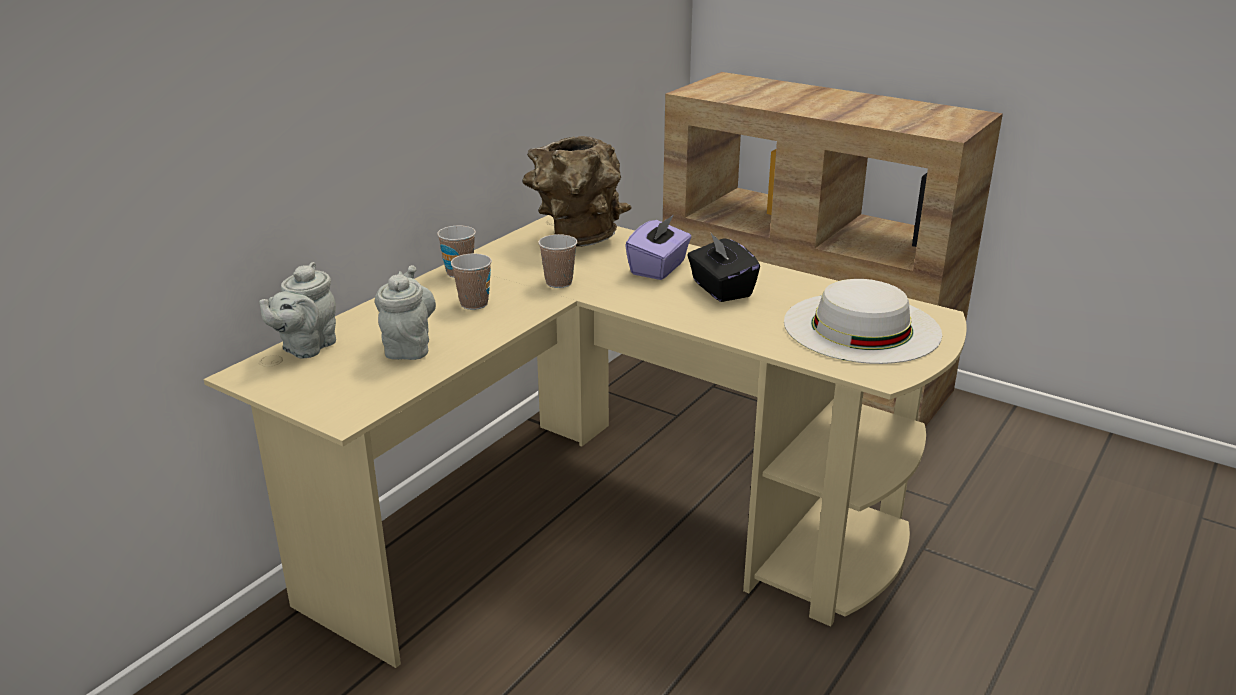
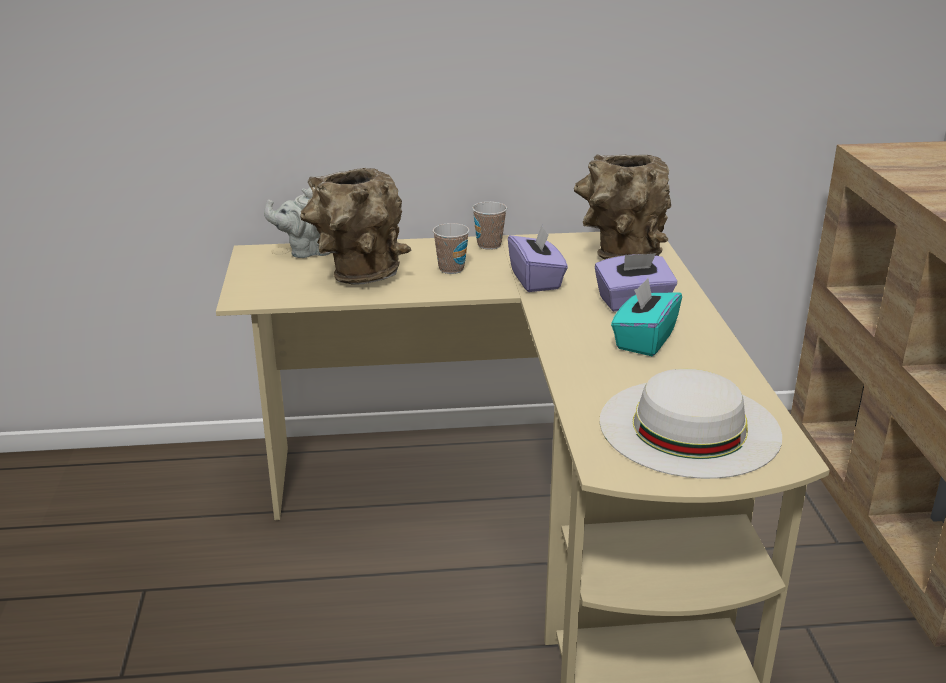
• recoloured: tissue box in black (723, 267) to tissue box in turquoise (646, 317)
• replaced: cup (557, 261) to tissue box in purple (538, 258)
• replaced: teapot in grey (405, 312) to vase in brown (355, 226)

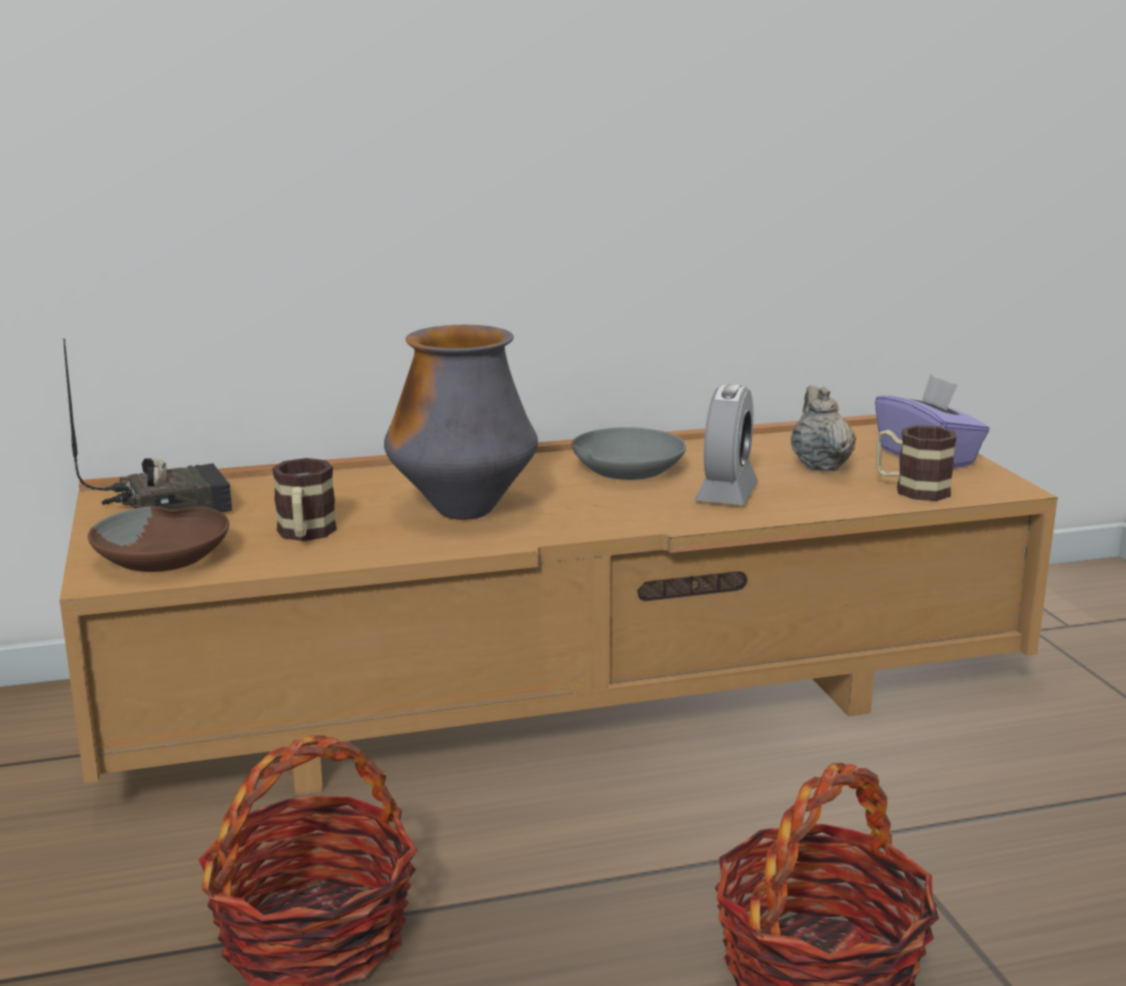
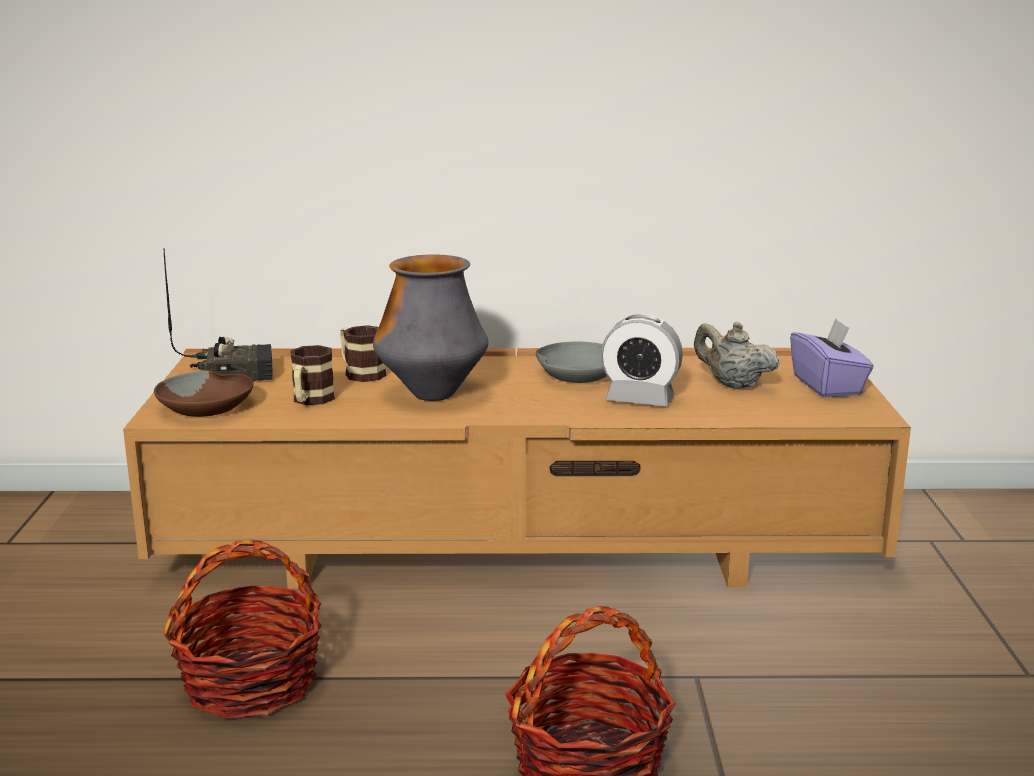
• turned: alarm clock (726, 444) = (642, 360) 75 degrees clockwise
• turned: teapot in beige (824, 428) = (737, 355) 60 degrees counterclockwise
• moved: mug (916, 463) to (363, 353)

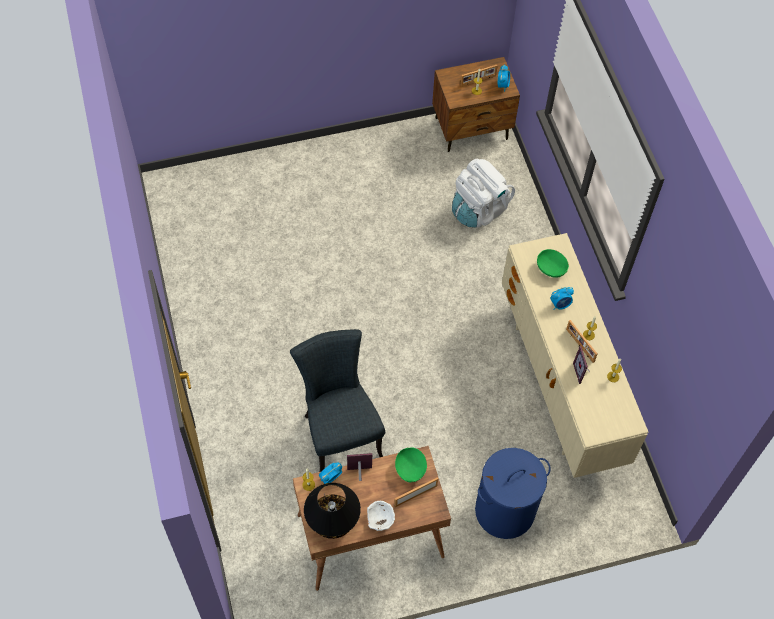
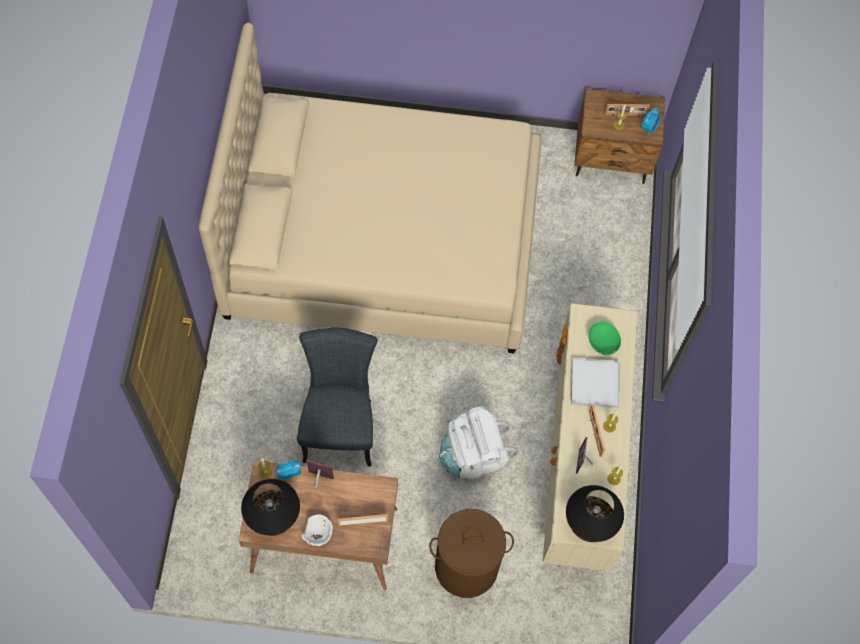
• moved: backpack in white (483, 193) to (478, 443)
• replaced: alarm clock (562, 298) to tray in white (595, 383)
• removed: bowl in green (411, 464)
• recoloured: laundry basket in blue (513, 493) to laundry basket in brown (471, 553)
• added: bed in beige (370, 188)
• added: table lamp in black (595, 513)

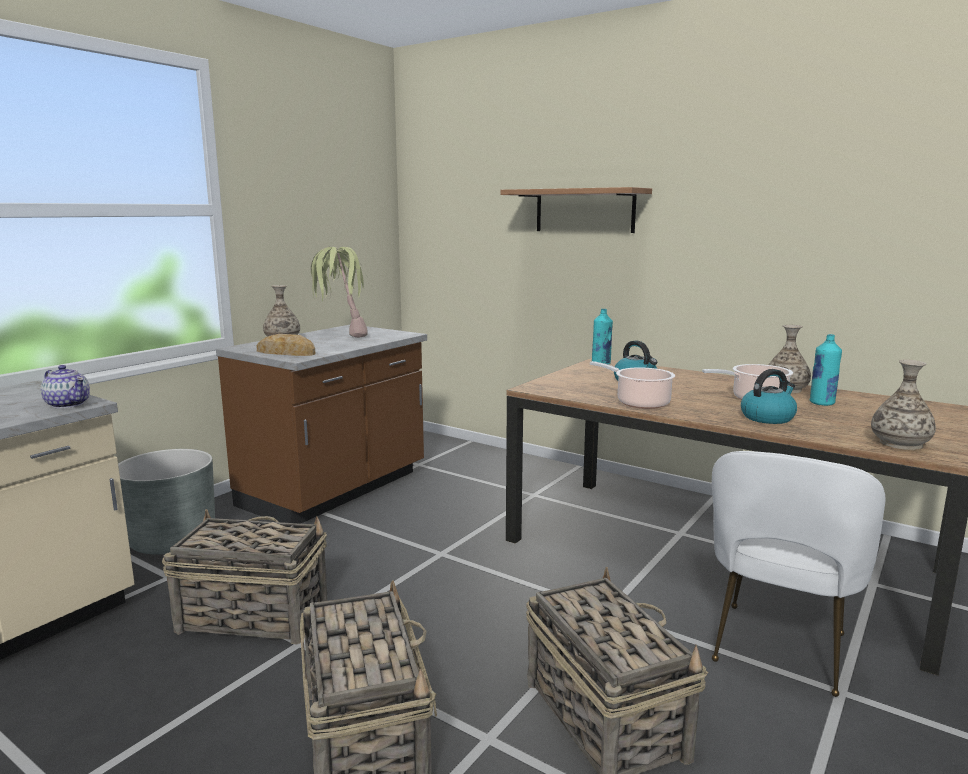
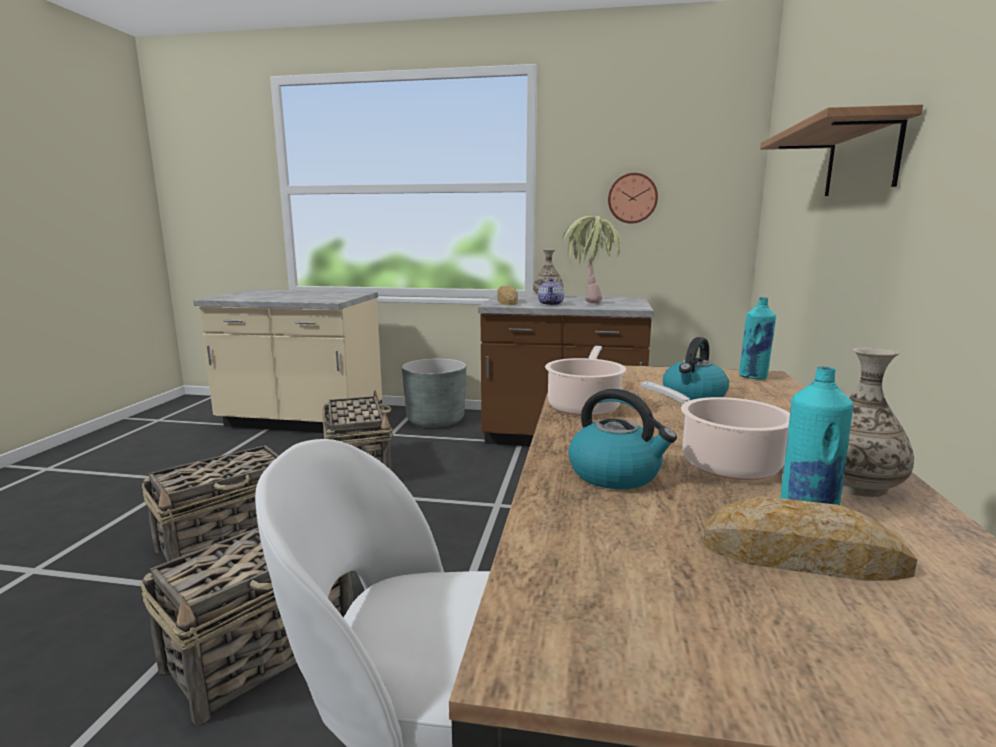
• removed: vase (903, 404)
• moved: teapot (65, 387) to (551, 292)
• added: wall clock (633, 198)
• added: bread (810, 538)

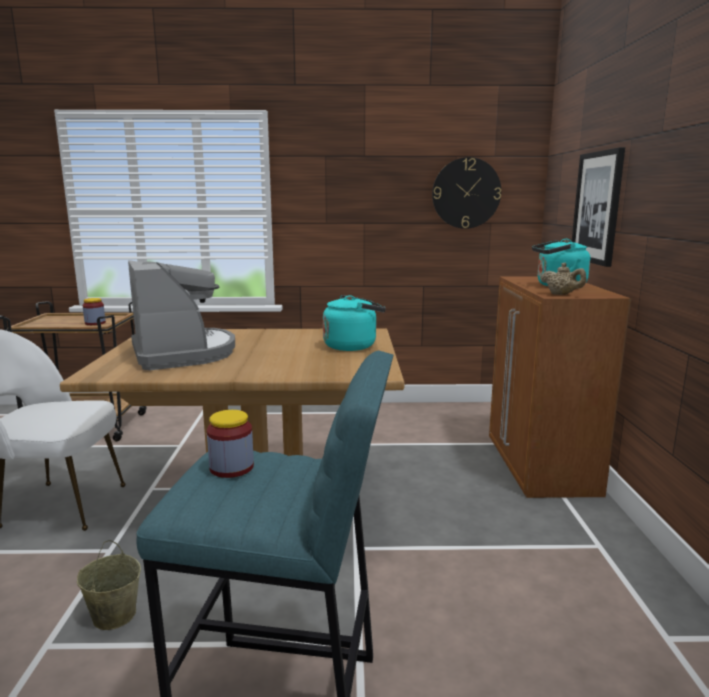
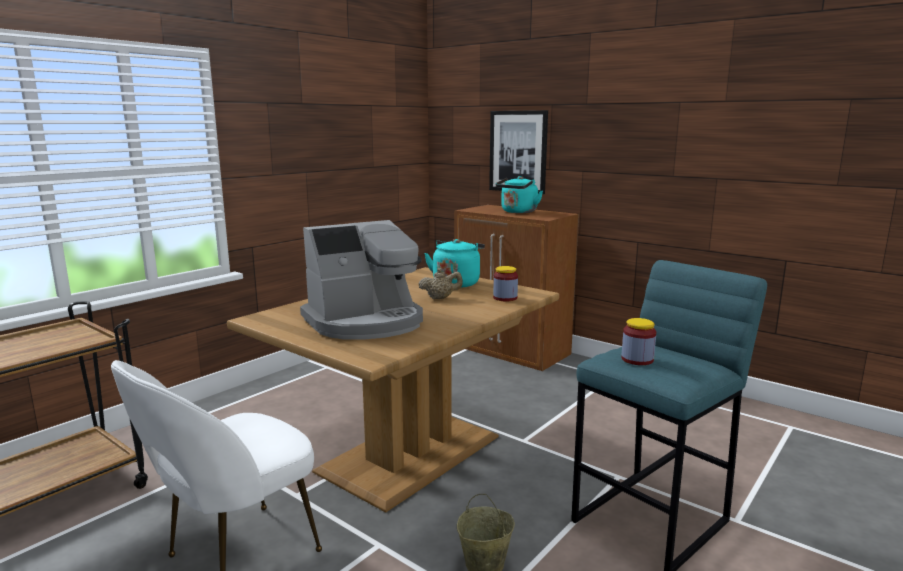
• removed: wall clock (466, 193)
• turned: coffee machine (181, 315) = (361, 280) 135 degrees clockwise
• moved: teapot in beige (564, 279) to (441, 283)
• moved: jar (94, 311) to (505, 283)

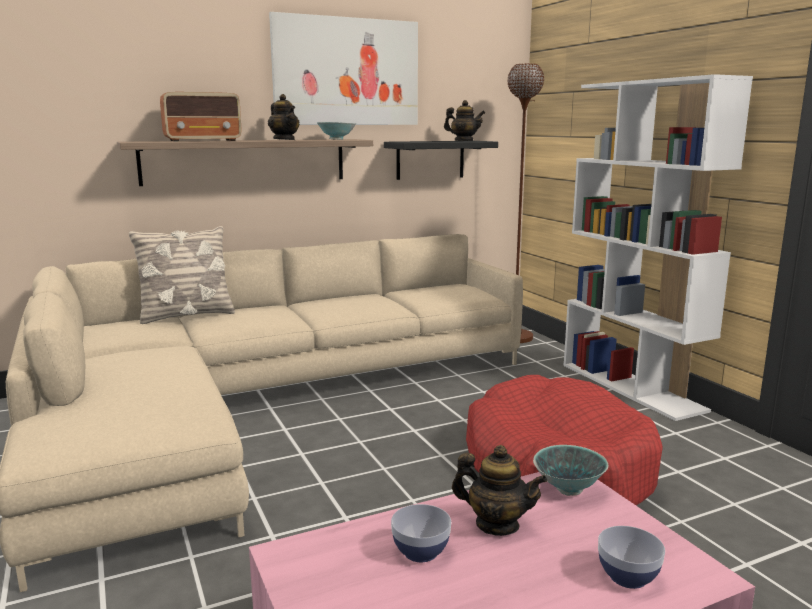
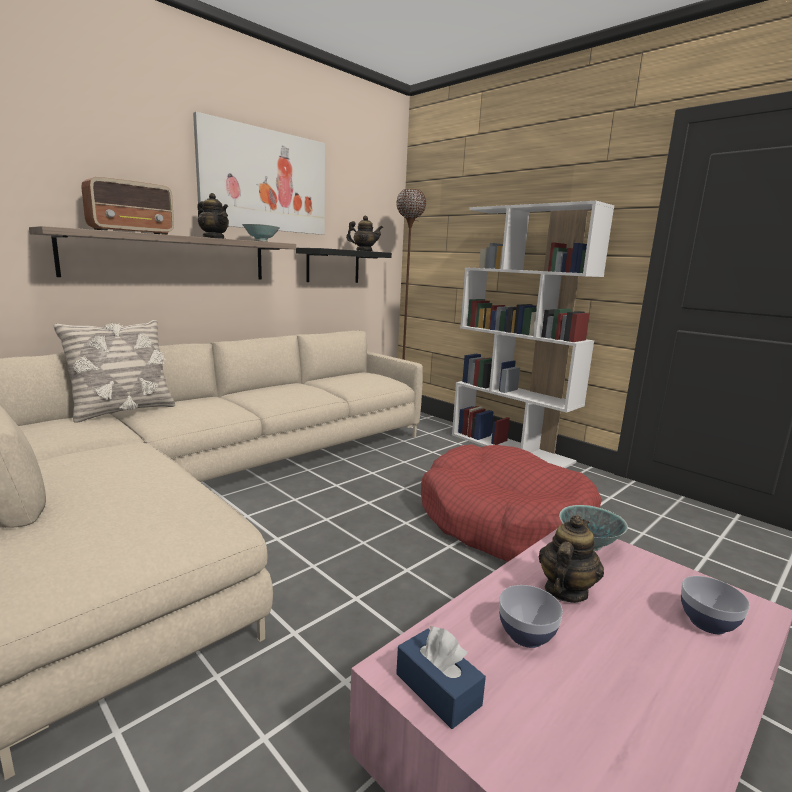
• turned: teapot (499, 490) = (571, 559) 60 degrees counterclockwise
• added: tissue box in blue (441, 677)

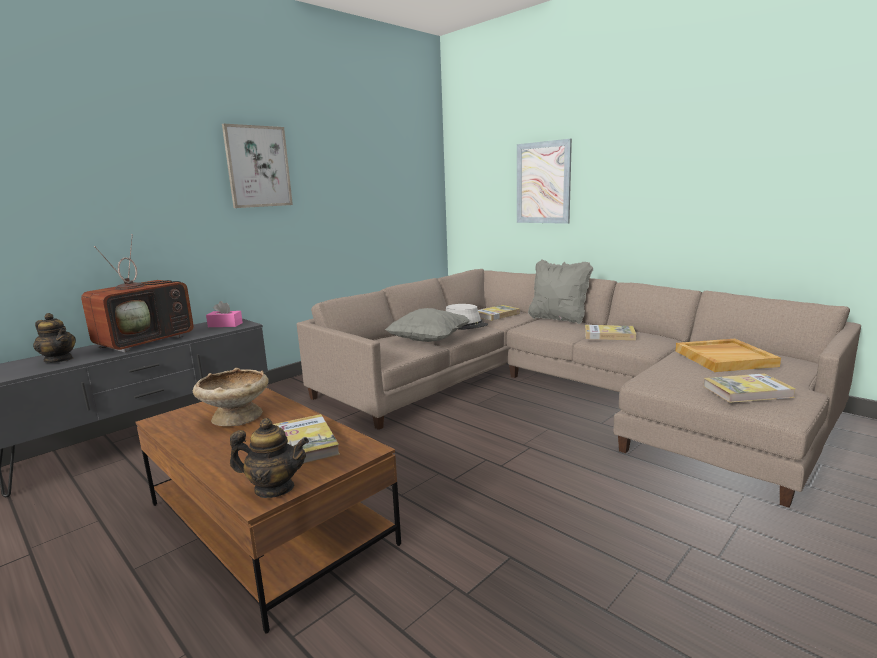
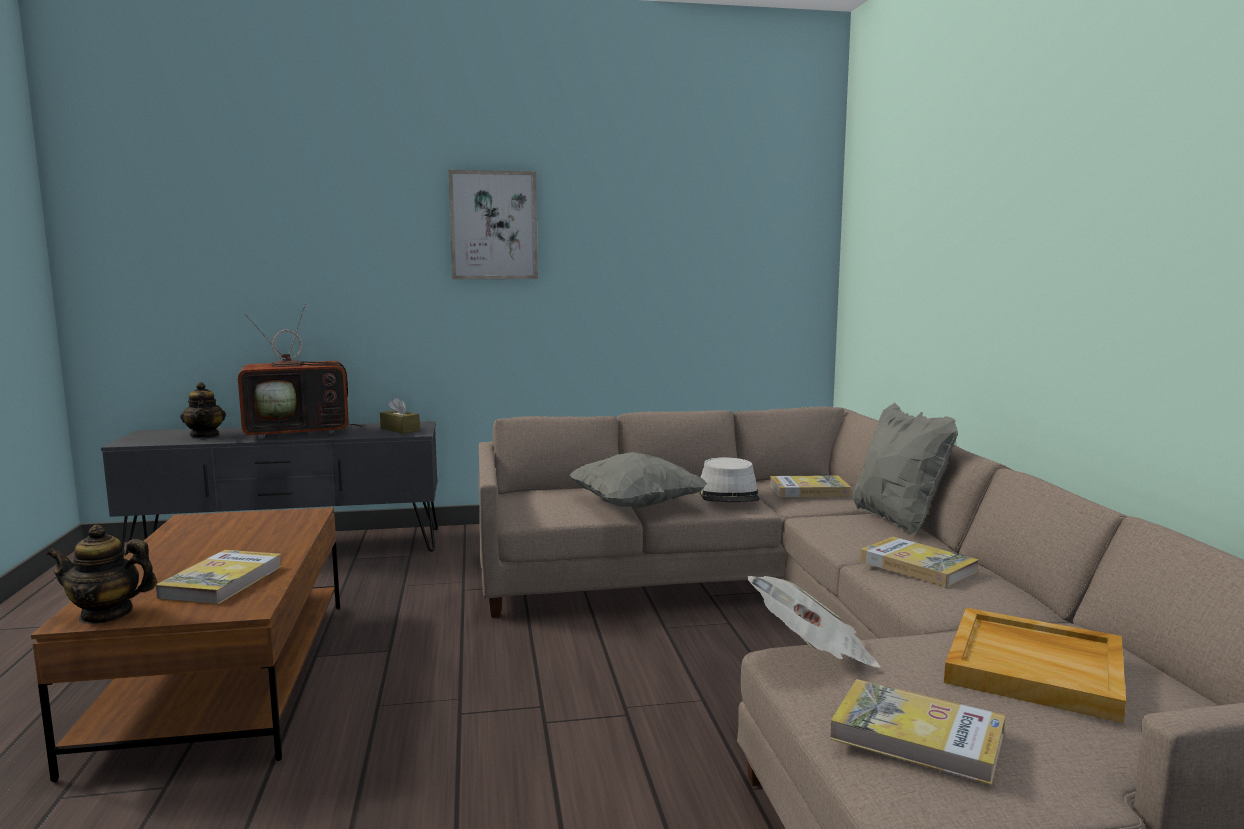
• removed: picture (544, 181)
• recoloured: tissue box in pink (224, 314) to tissue box in brown (400, 415)
• removed: bowl in beige (231, 397)
• turned: teapot (269, 458) = (102, 574) 135 degrees clockwise
• added: newspaper (814, 622)

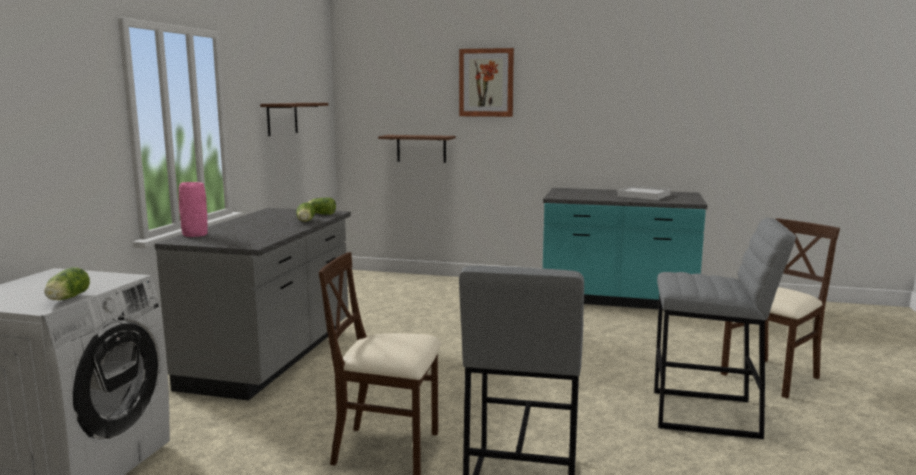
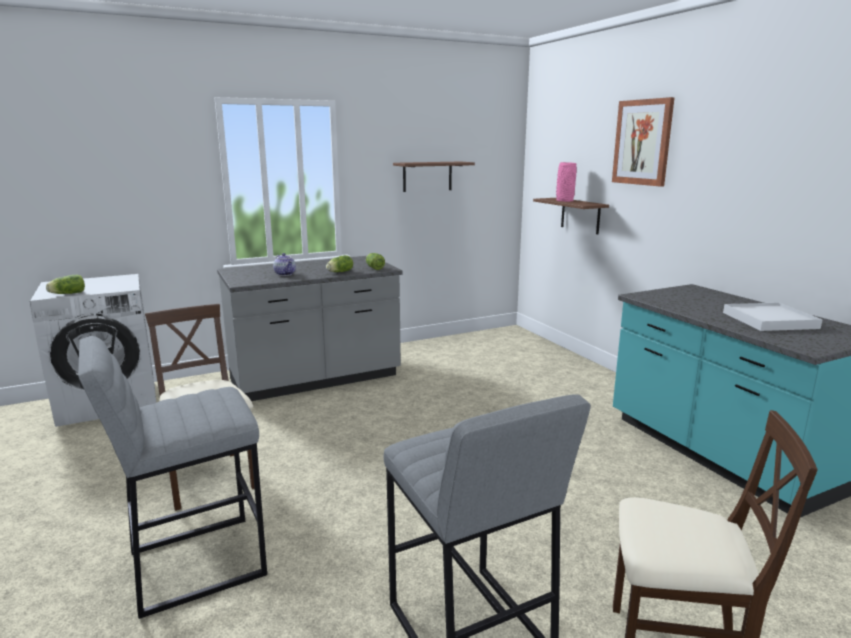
• moved: vase in pink (193, 209) to (566, 182)
• added: teapot (284, 264)

